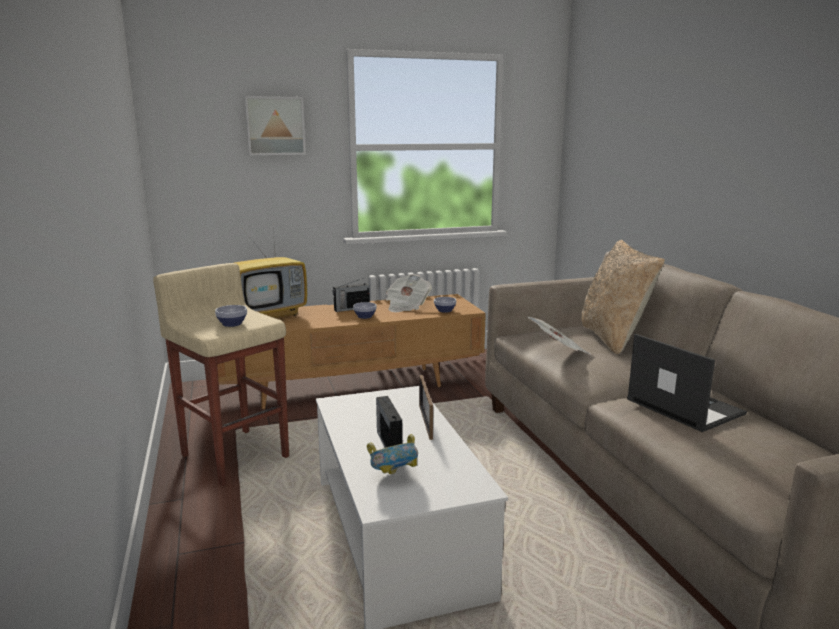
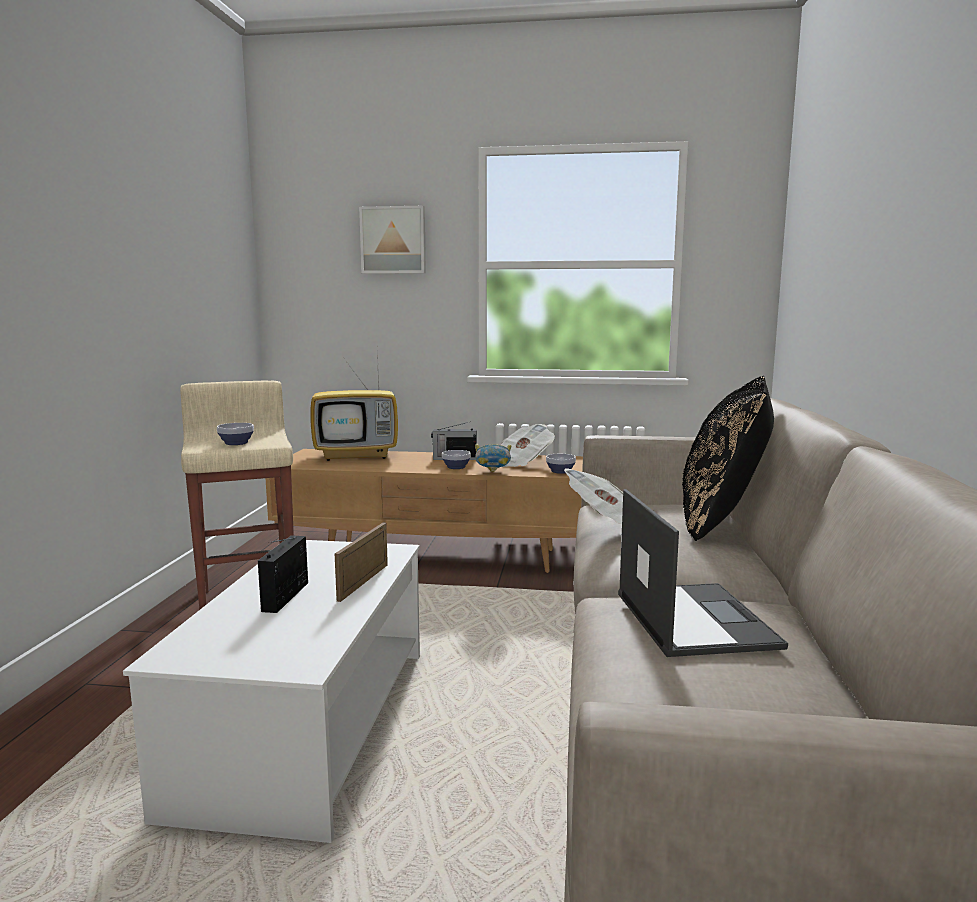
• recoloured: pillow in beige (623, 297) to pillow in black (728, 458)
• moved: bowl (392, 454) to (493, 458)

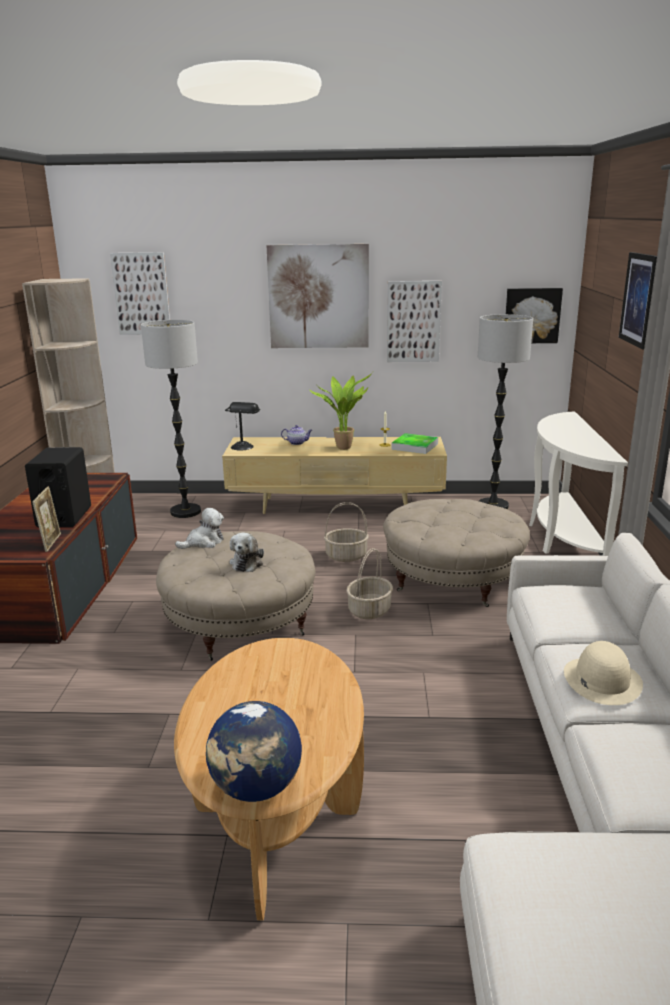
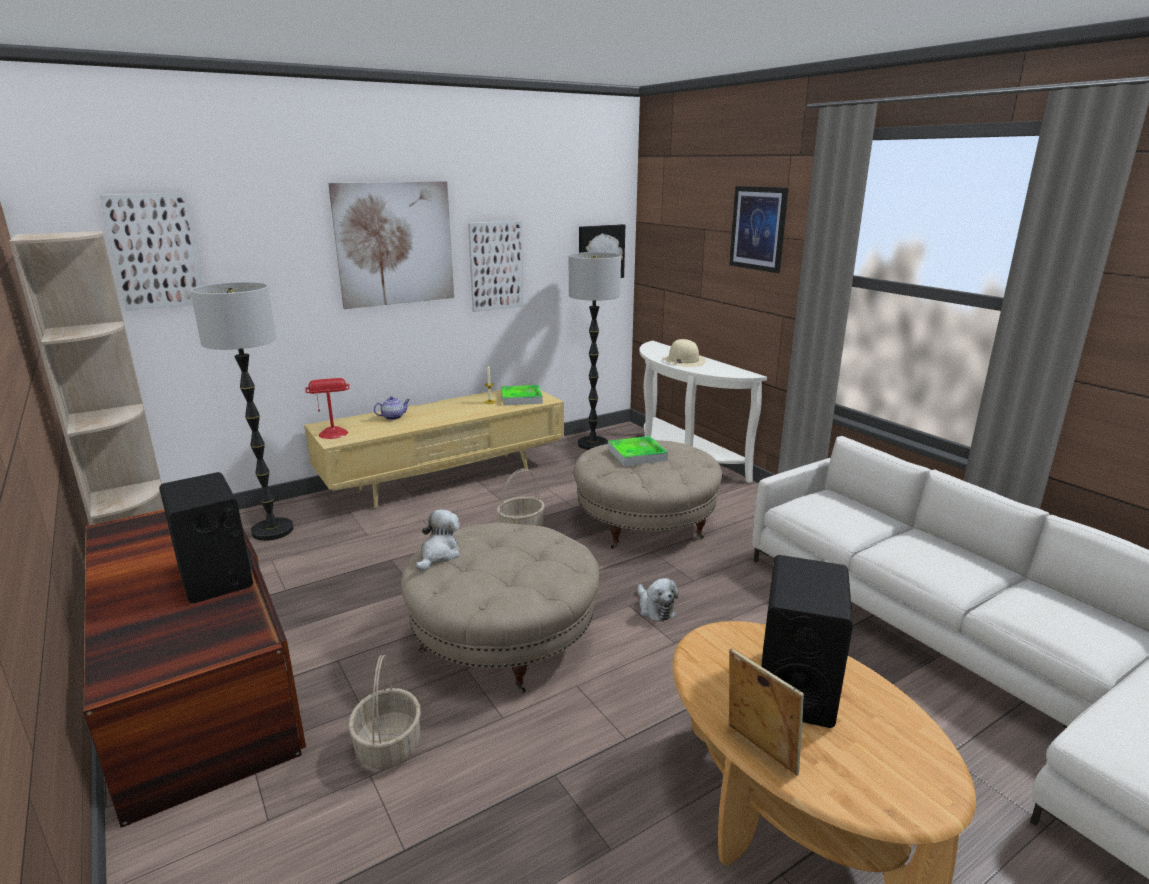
• removed: potted plant (341, 411)
• recoloured: table lamp in black (242, 426) to table lamp in red (327, 408)
• moved: picture frame (46, 519) to (766, 712)
• moved: plush toy (247, 552) to (658, 600)
• moved: basket (369, 583) to (384, 712)
• moved: hat in beige (603, 673) to (684, 353)
• removed: globe (254, 751)
• added: tray (638, 451)
• added: speaker in black (807, 641)

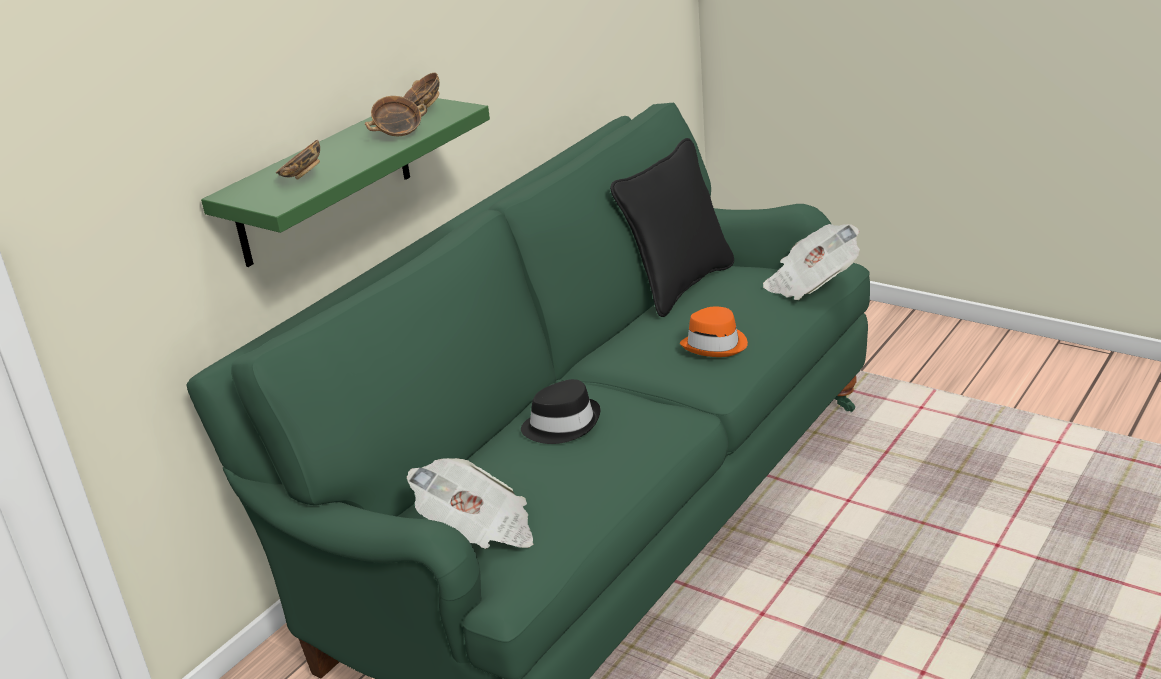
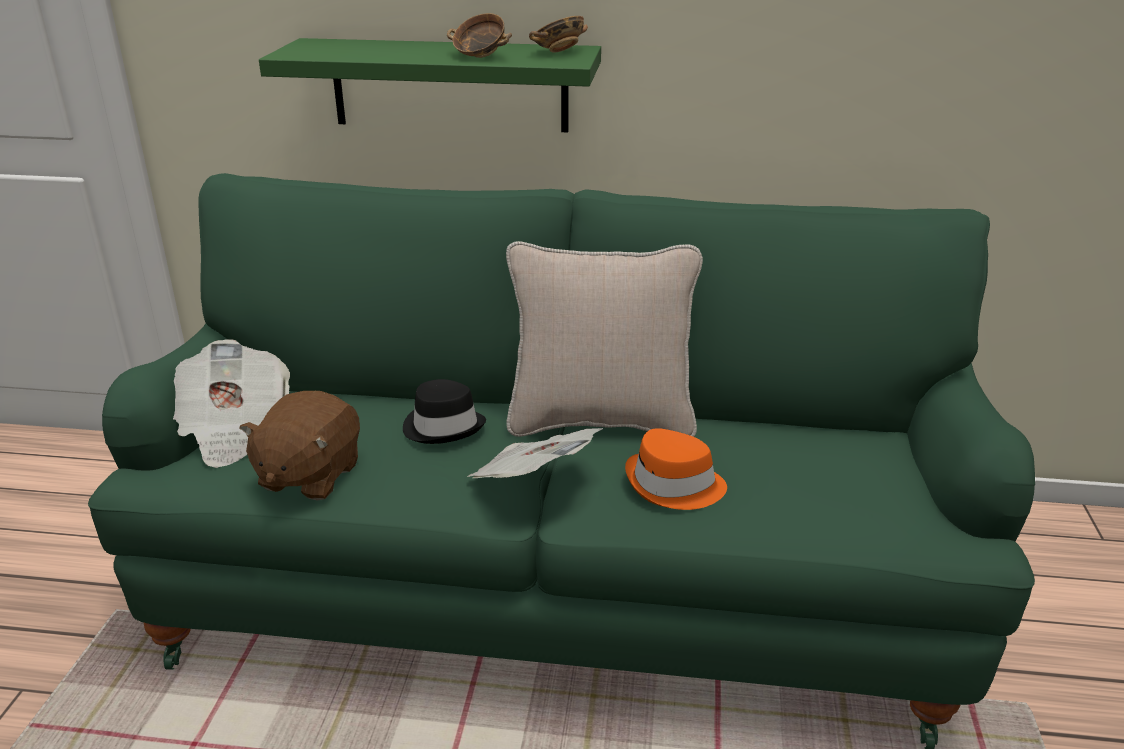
• removed: pillow in black (672, 227)
• removed: bowl (298, 160)
• moved: newspaper (811, 262) to (535, 453)
• added: pillow in beige (604, 339)
• added: plush toy in brown (299, 446)

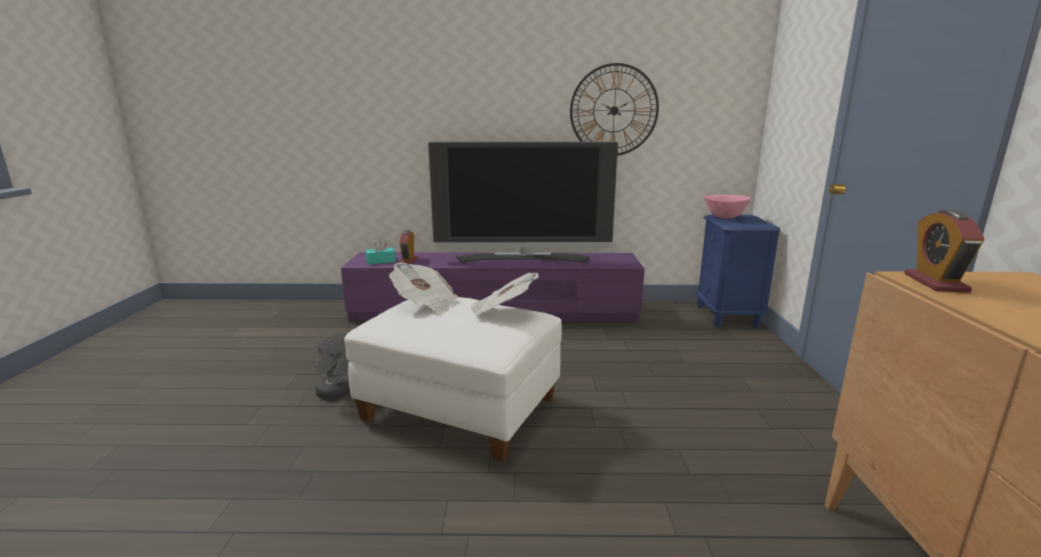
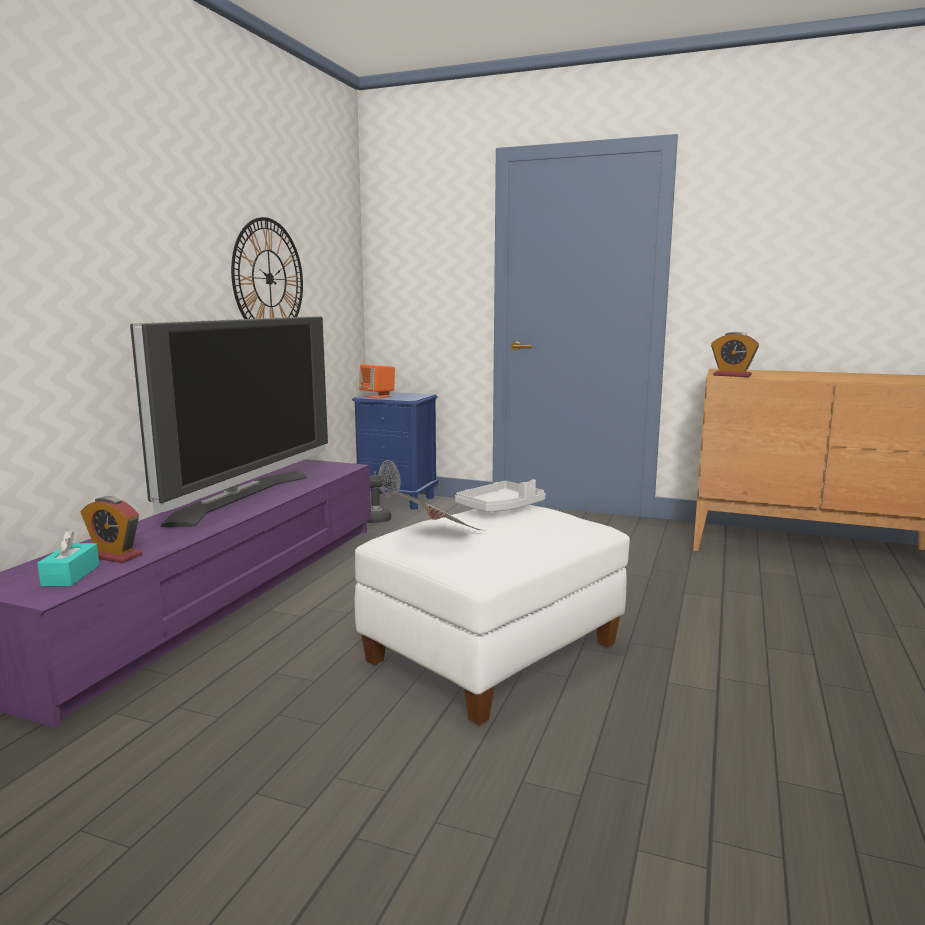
• replaced: bowl in pink (727, 207) to speaker in orange (377, 381)
• replaced: newspaper (505, 294) to tray in grey (500, 495)
• moved: fan in grey (331, 366) to (384, 491)

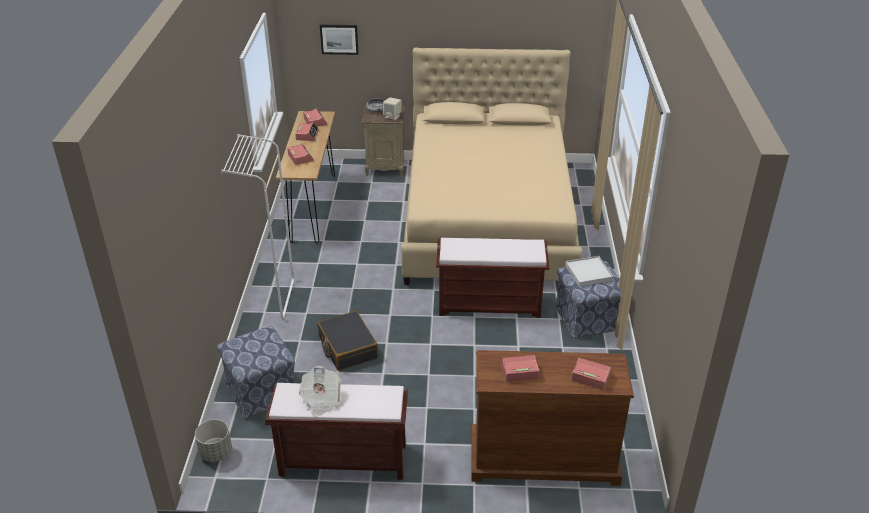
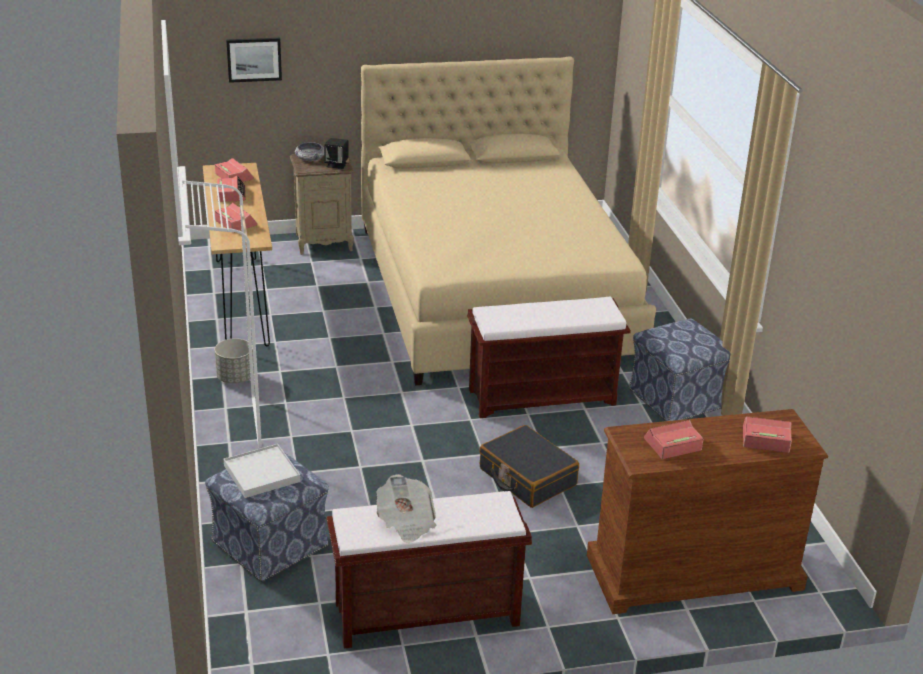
• recoloured: speaker in beige (392, 108) to speaker in black (336, 153)
• moved: tray in white (589, 271) to (262, 471)
• moved: suitcase in black (347, 341) to (529, 466)
• moved: planter in grey (213, 440) to (234, 361)

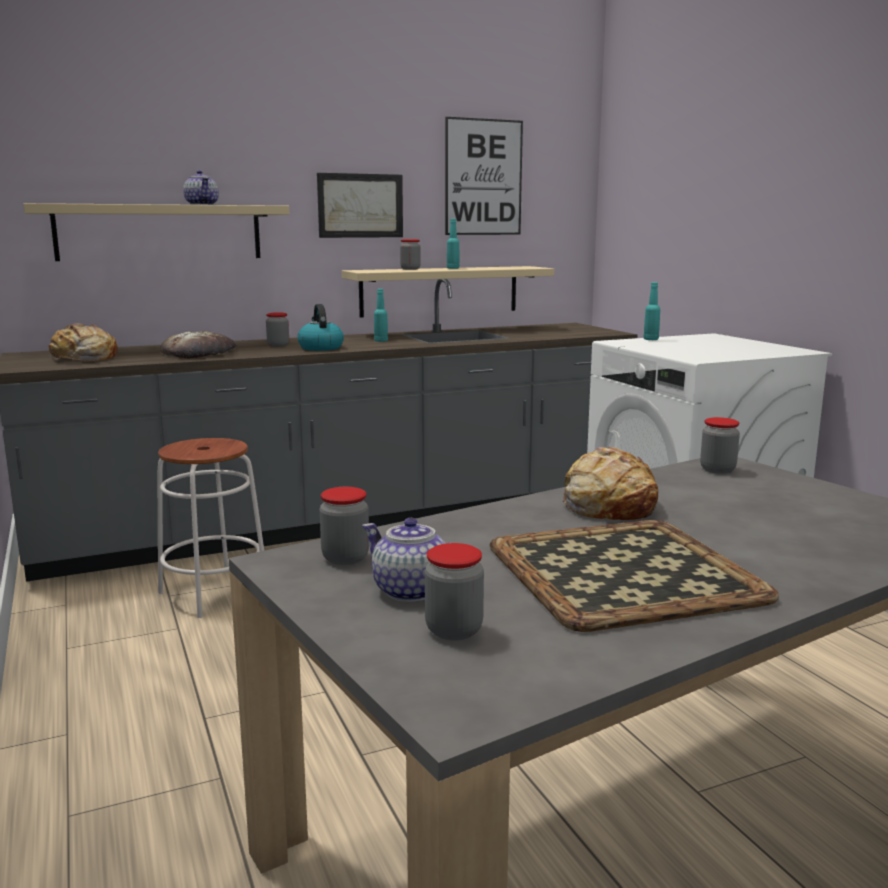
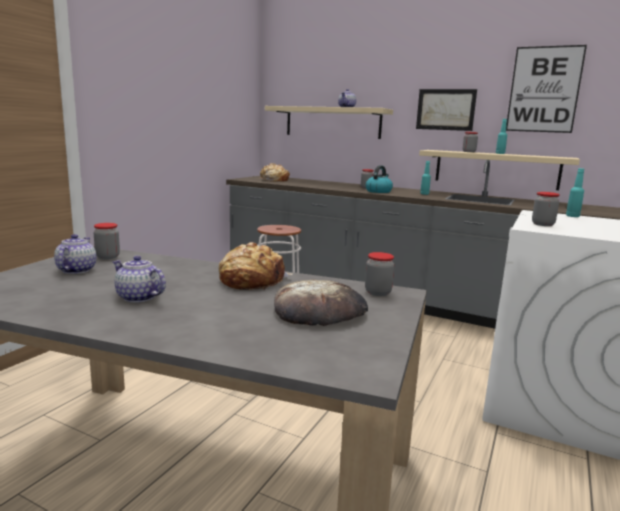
• moved: bread (198, 344) to (321, 302)
• replaced: tray (634, 576) to teapot (139, 279)
• moved: jar (454, 592) to (546, 209)

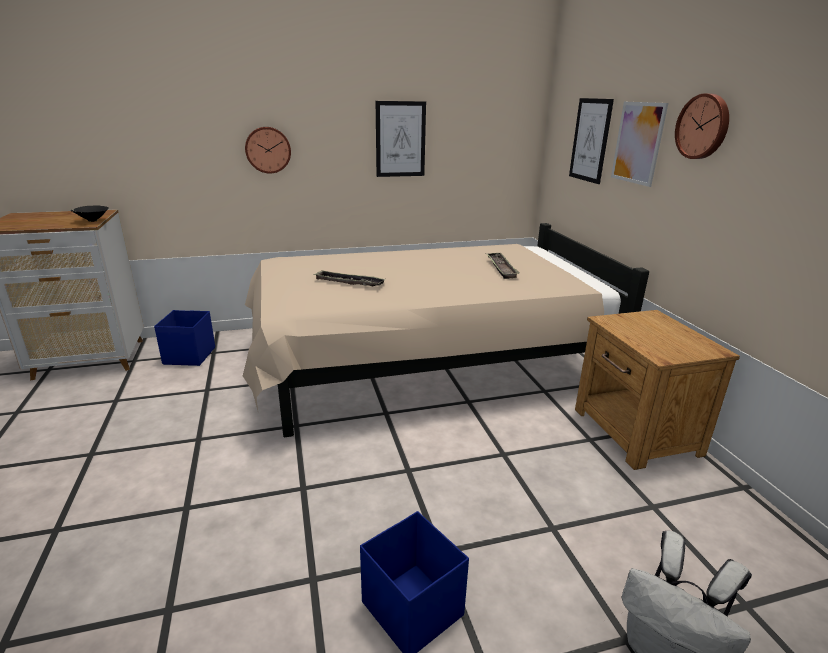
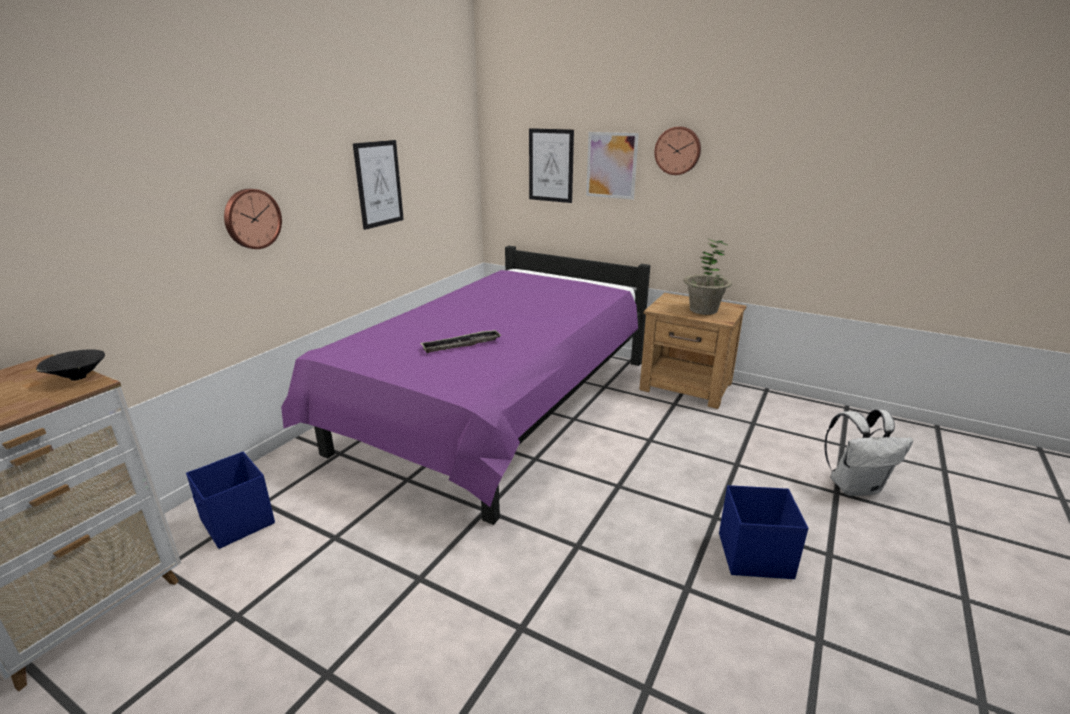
• recoloured: bed in beige (446, 330) to bed in purple (465, 385)
• removed: tray (503, 266)
• added: potted plant (707, 276)

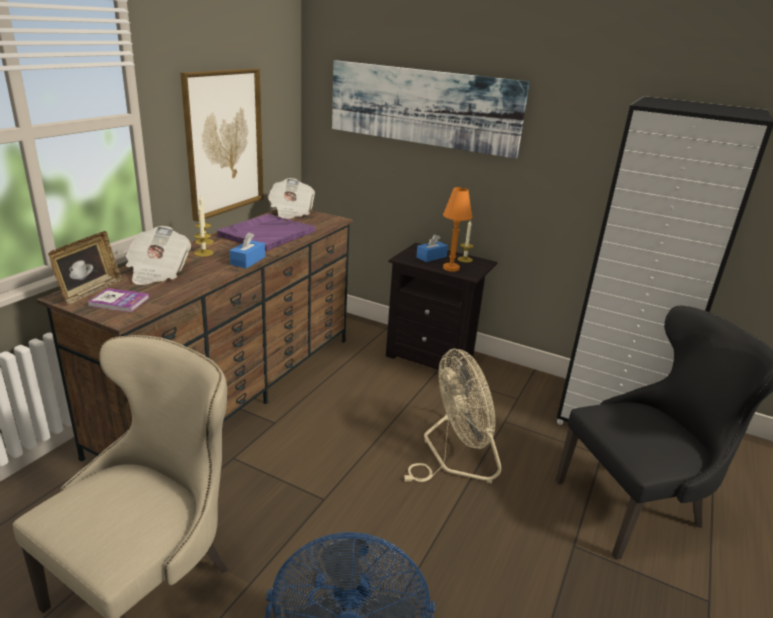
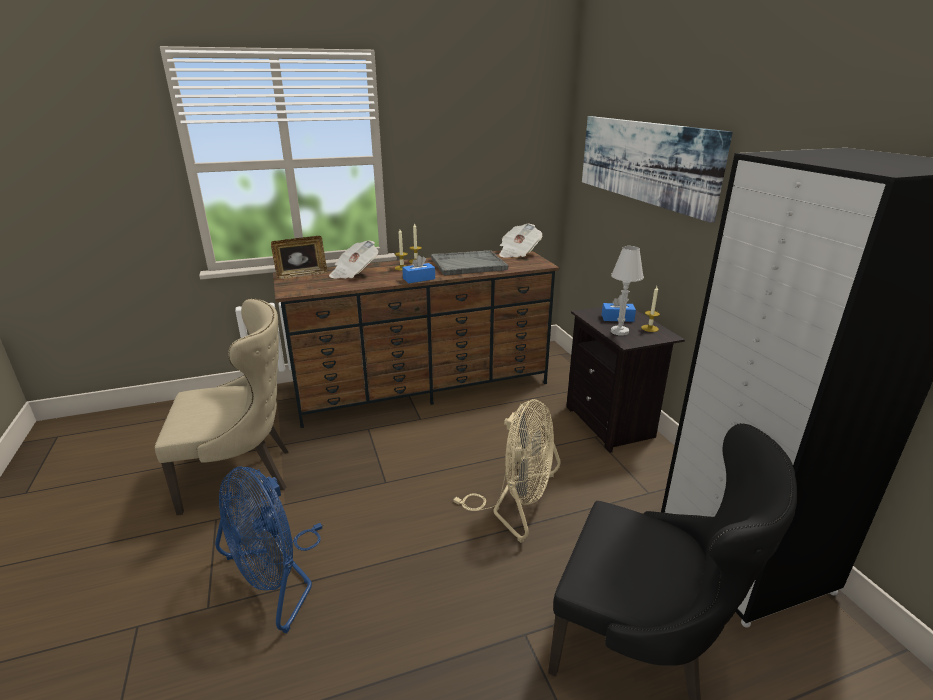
• removed: picture (222, 145)
• recoloured: table lamp in orange (457, 229) to table lamp in white (627, 291)
• recoloured: tray in purple (266, 232) to tray in grey (469, 263)
• removed: book (119, 300)

